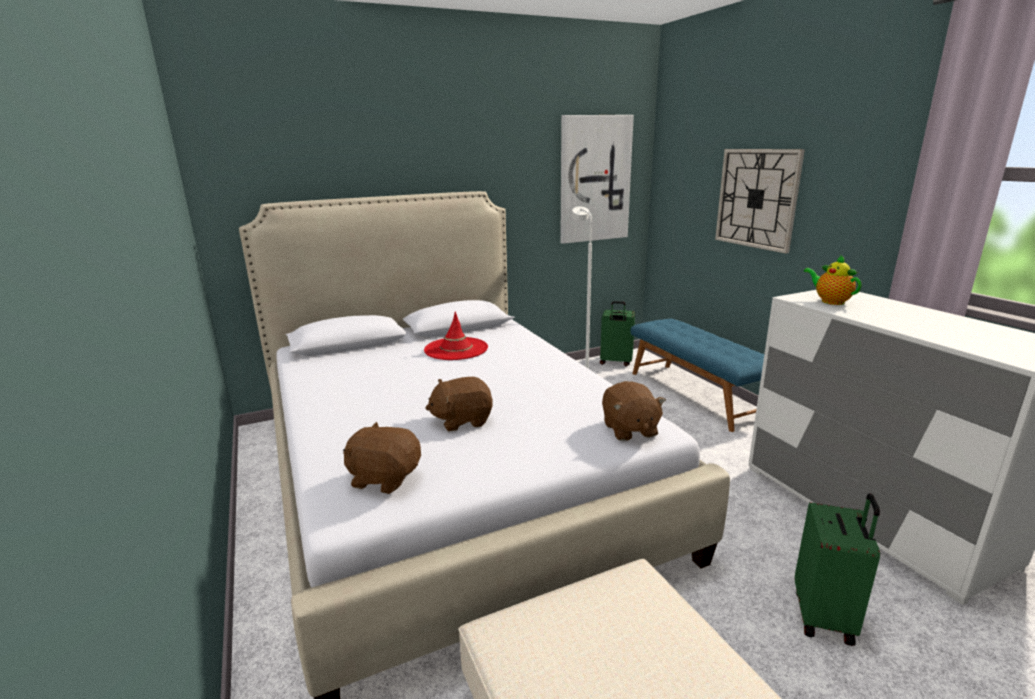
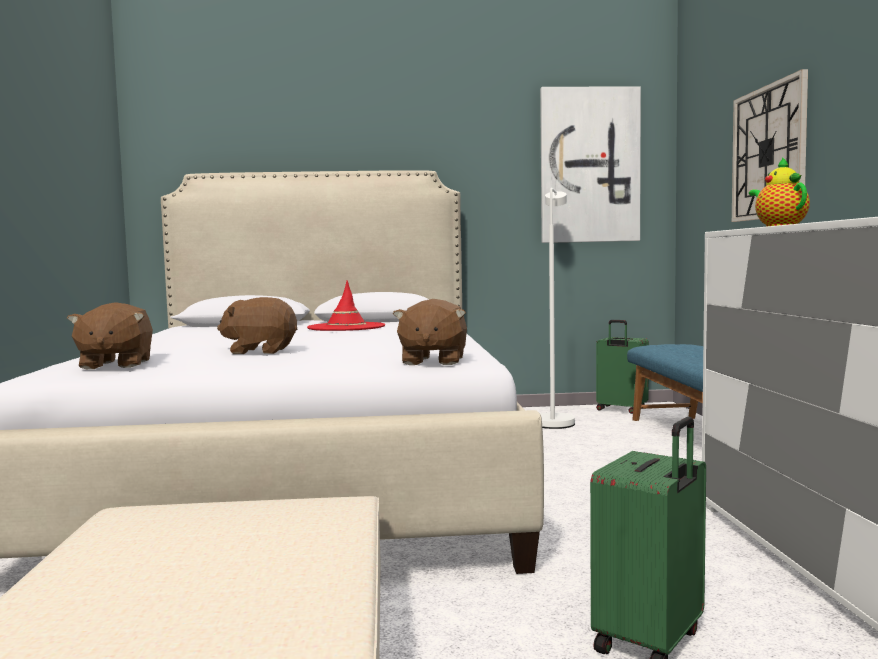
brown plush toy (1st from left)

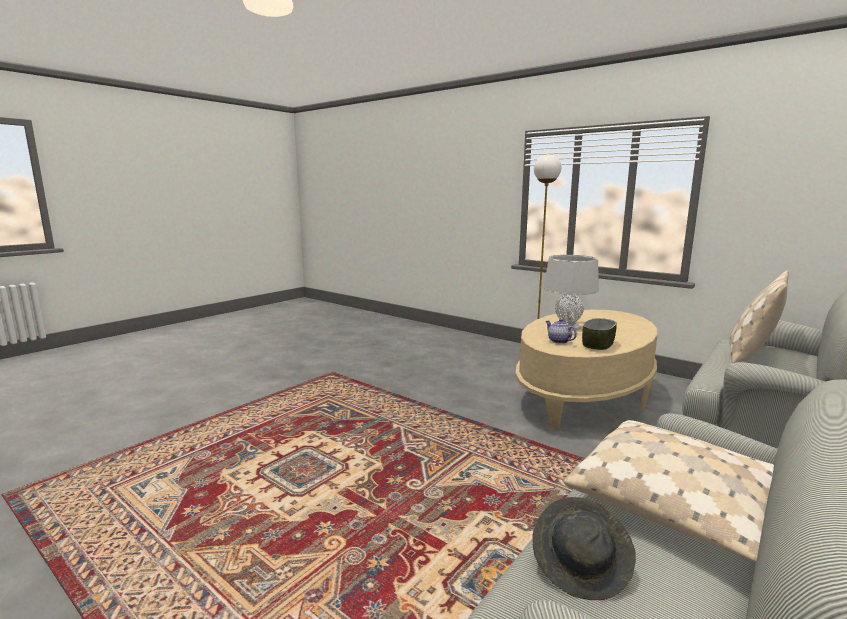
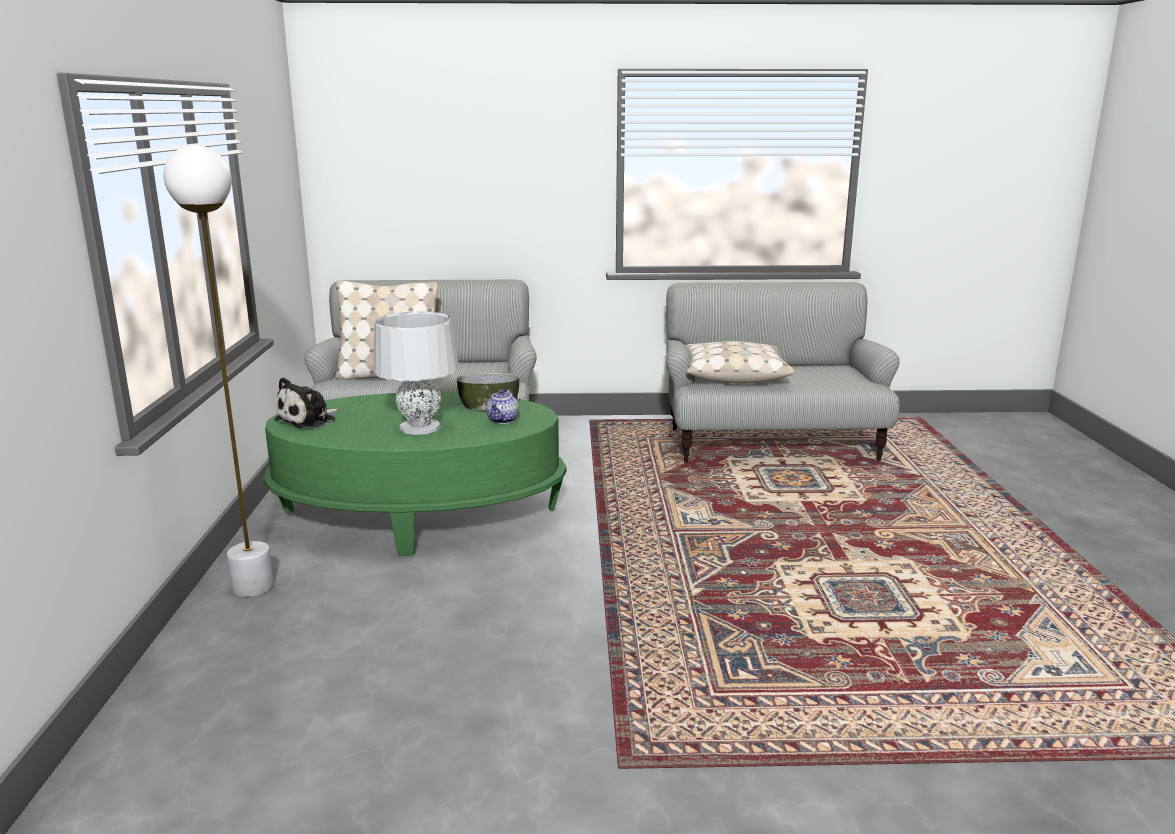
green coffee table
plush toy
grey hat

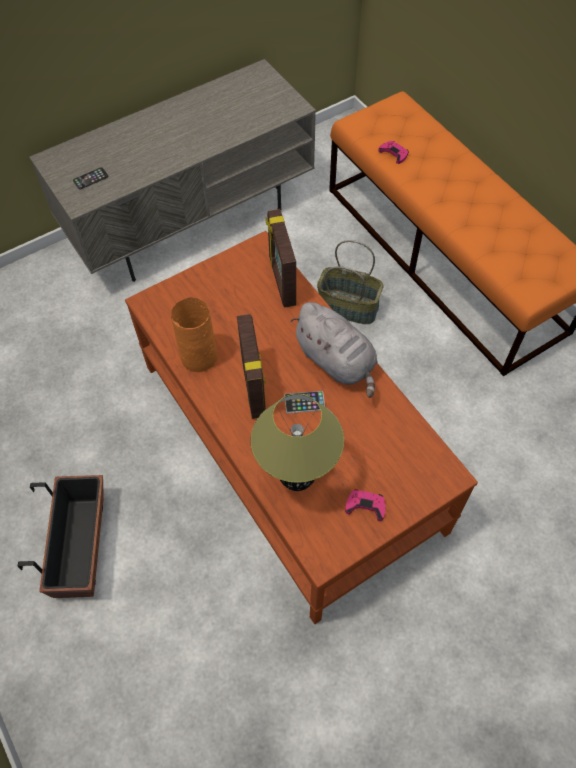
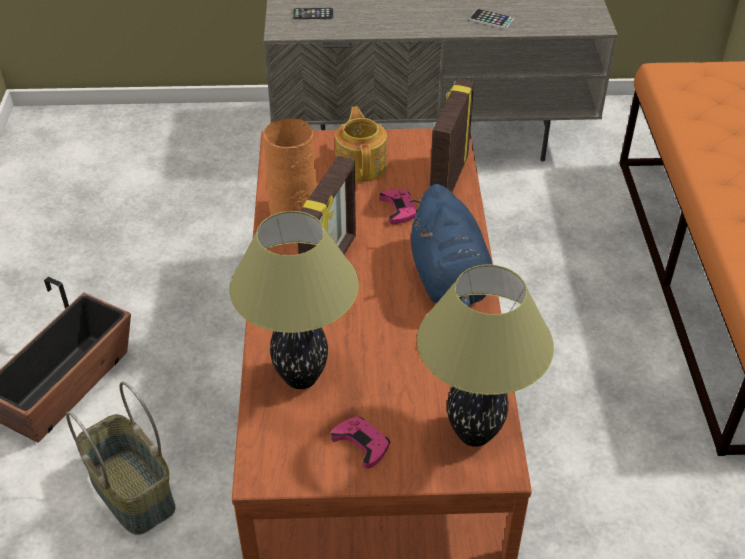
basket
teapot
pink game controller (2nd from left)
blue plush toy
table lamp (2nd from left)
phone (2nd from left)

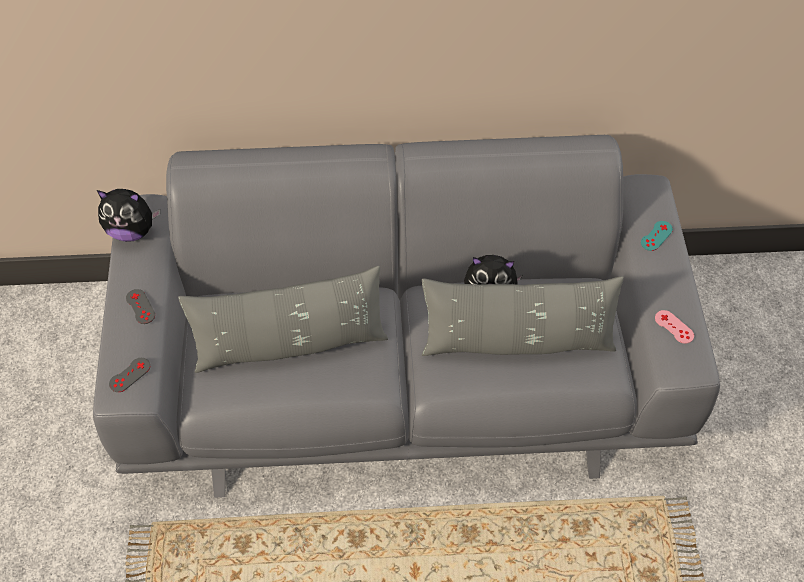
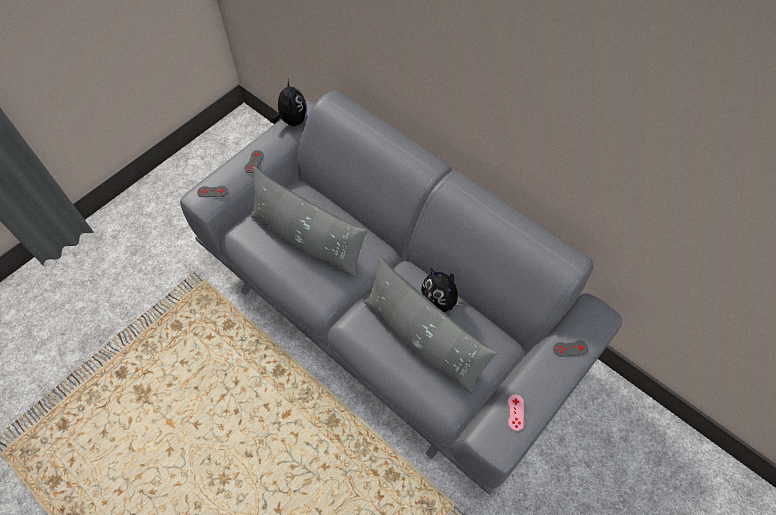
plush toy (1st from left)
grey game controller (3rd from left)

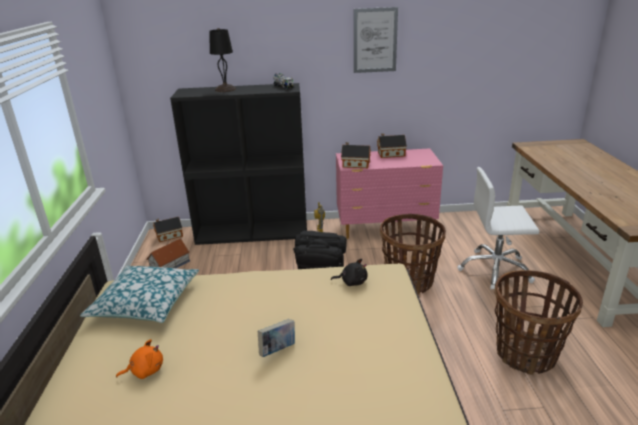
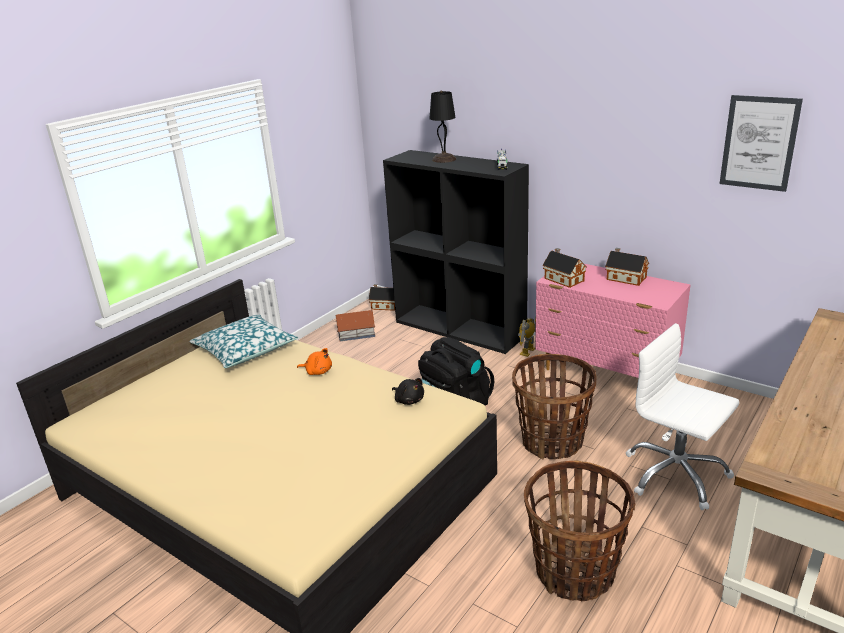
orange plush toy
picture
book

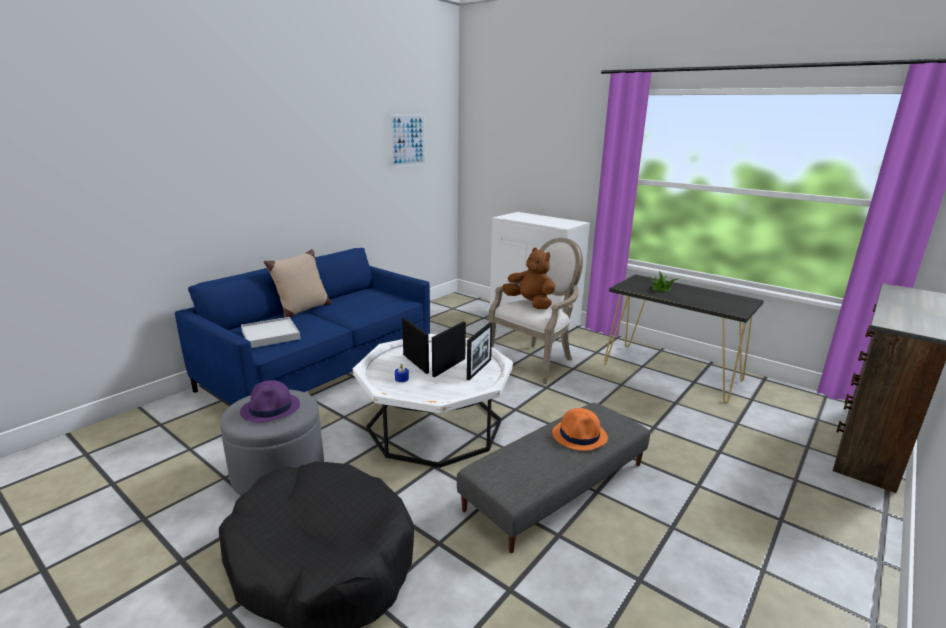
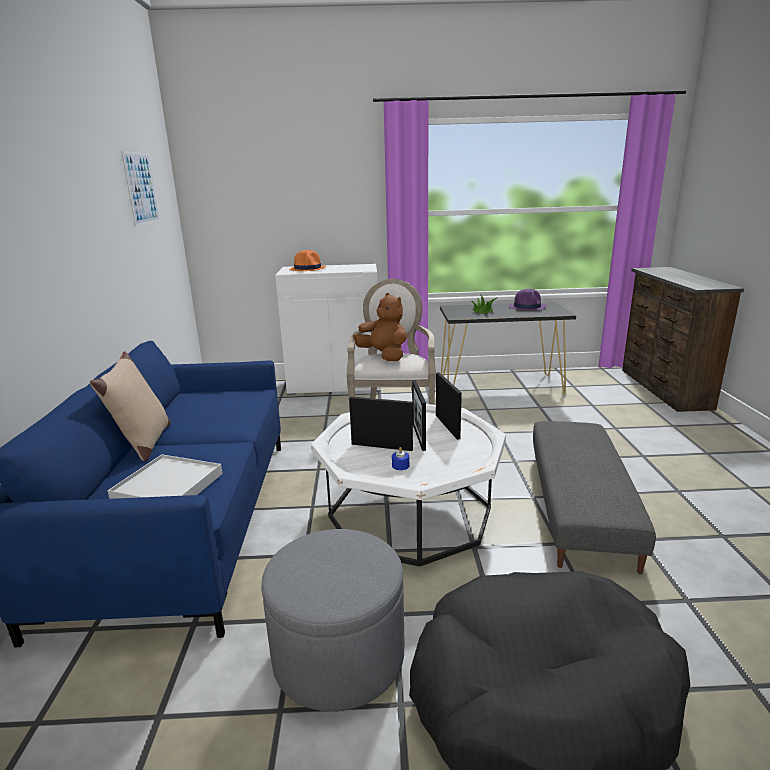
orange hat
brown plush toy
purple hat

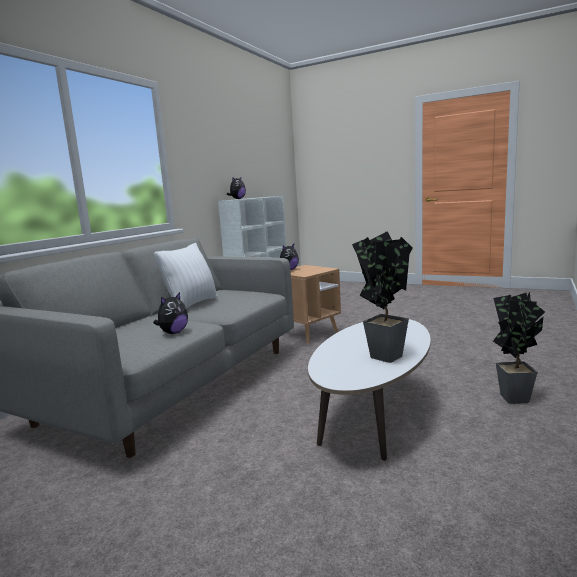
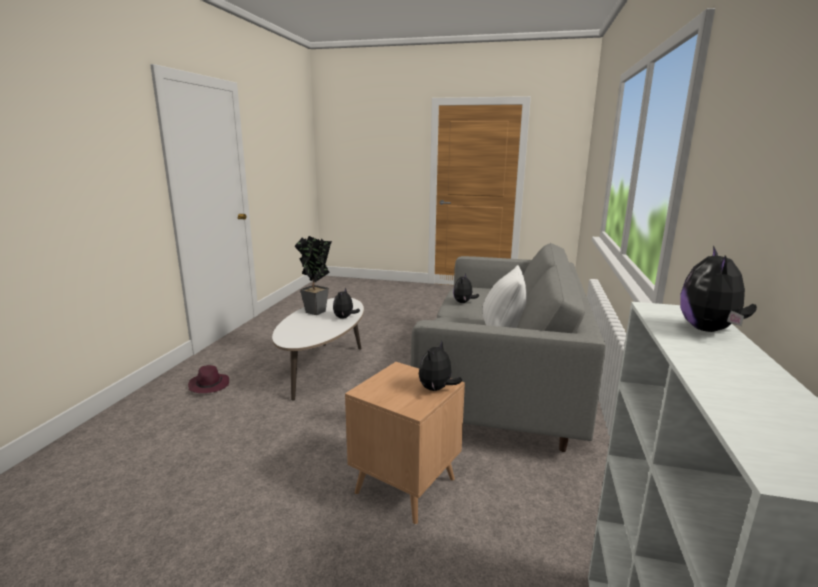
purple hat
plush toy (1st from left)

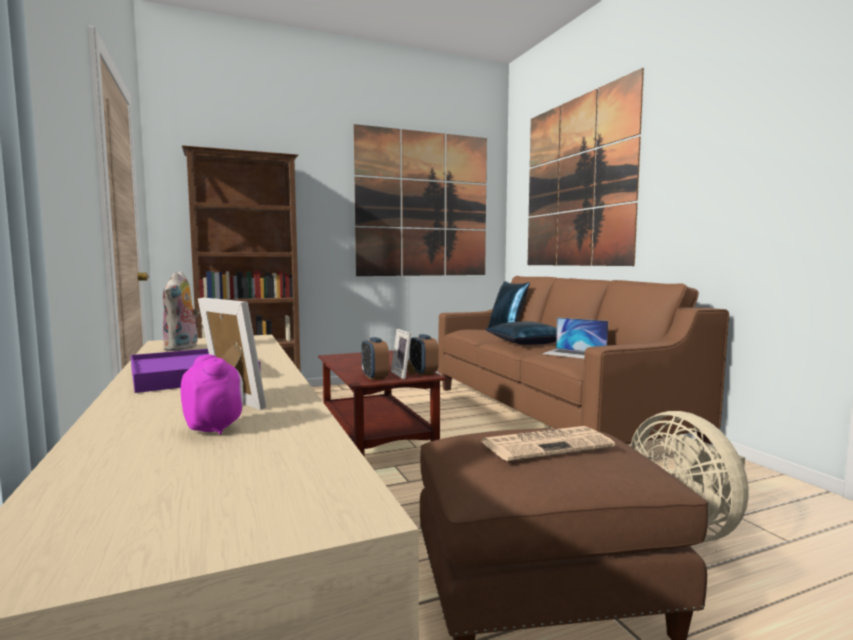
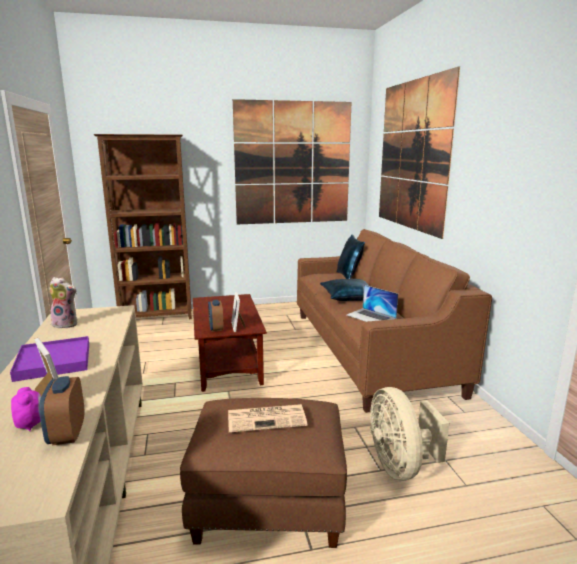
alarm clock (2nd from left)
plush toy

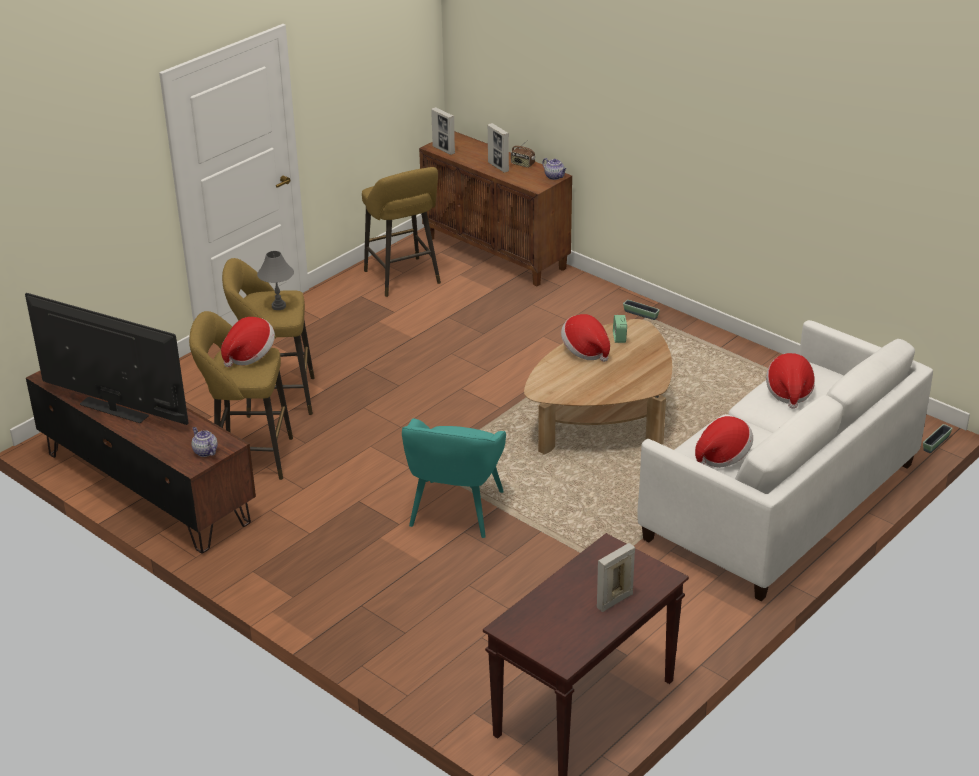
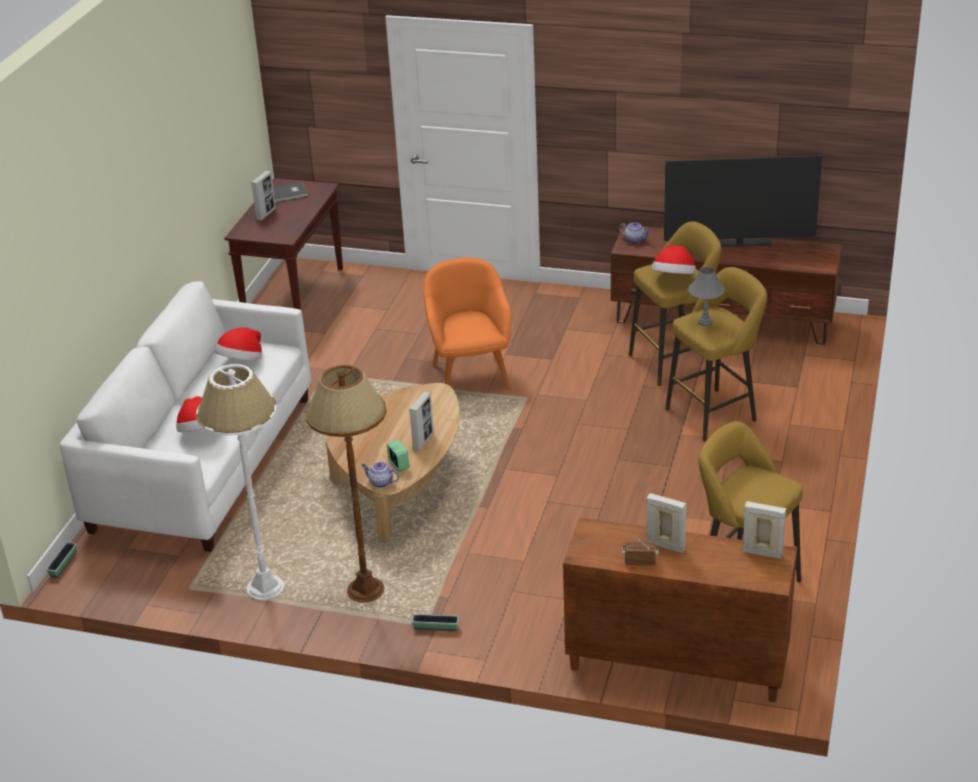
white floor lamp
grey book
brown floor lamp
teapot (1st from left)
picture frame (2nd from left)
orange armchair

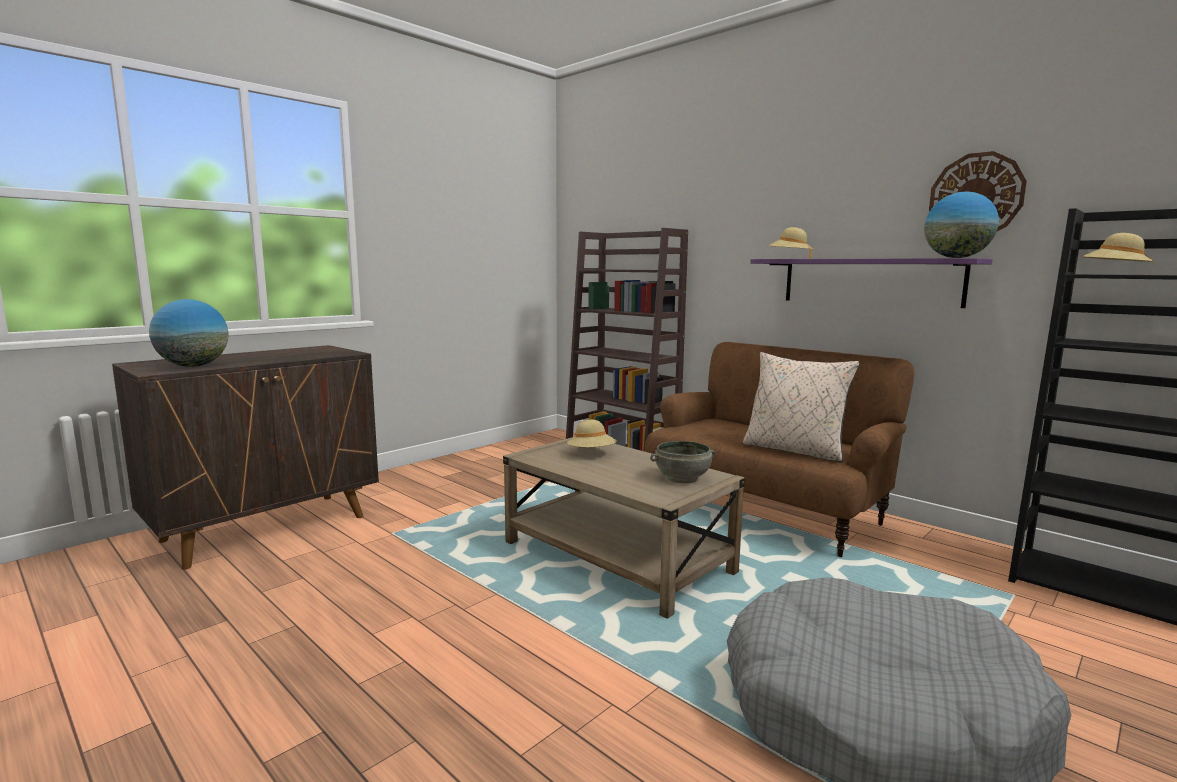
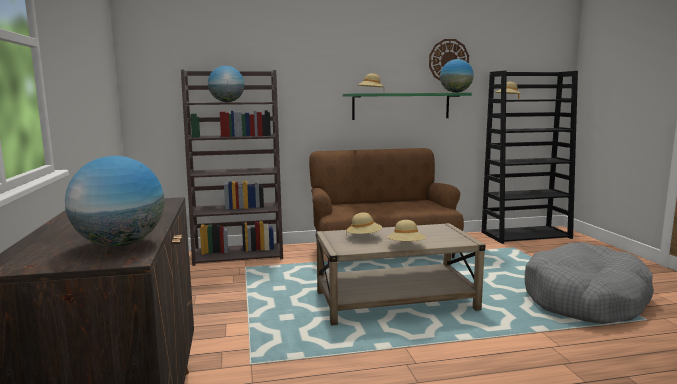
globe (2nd from left)
green shelf
beige hat (3rd from left)
grey bowl
beige pillow

